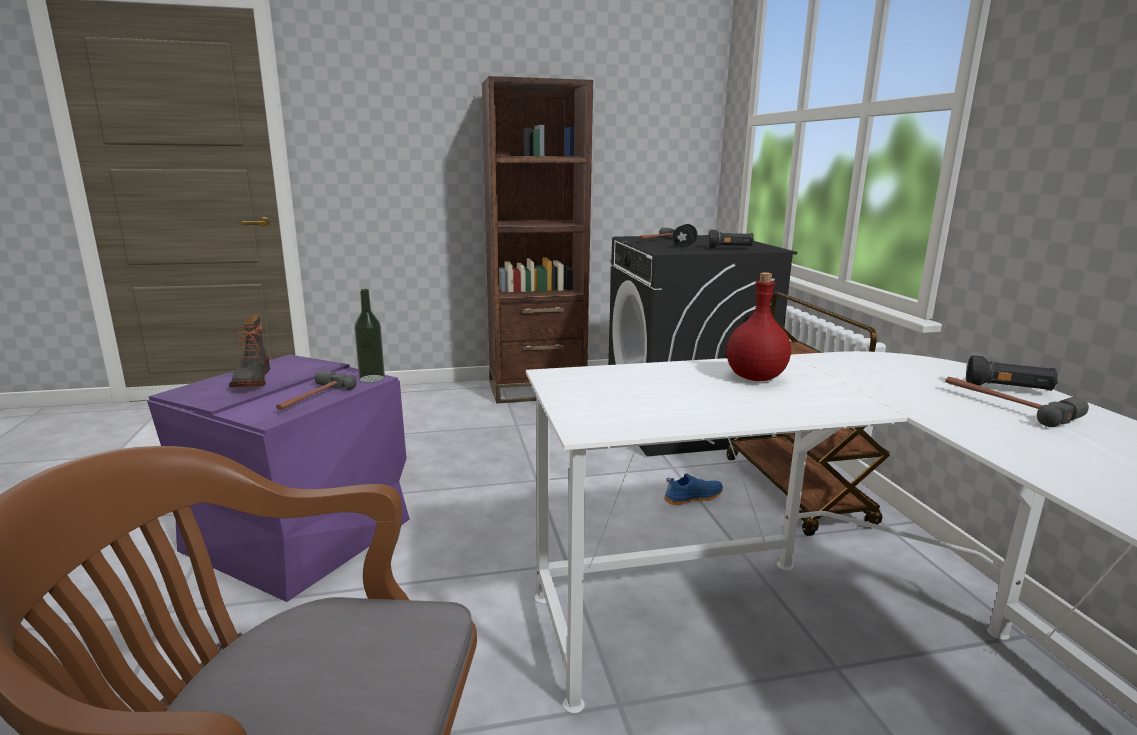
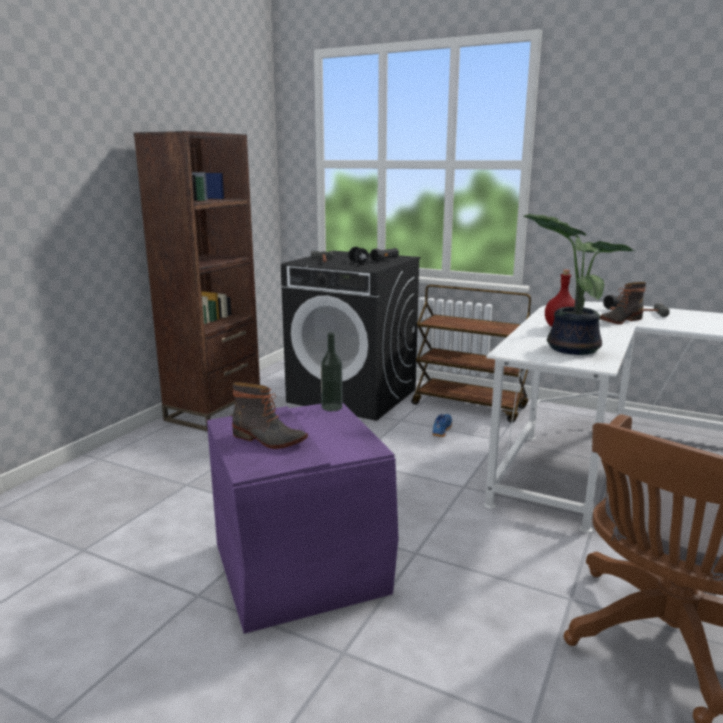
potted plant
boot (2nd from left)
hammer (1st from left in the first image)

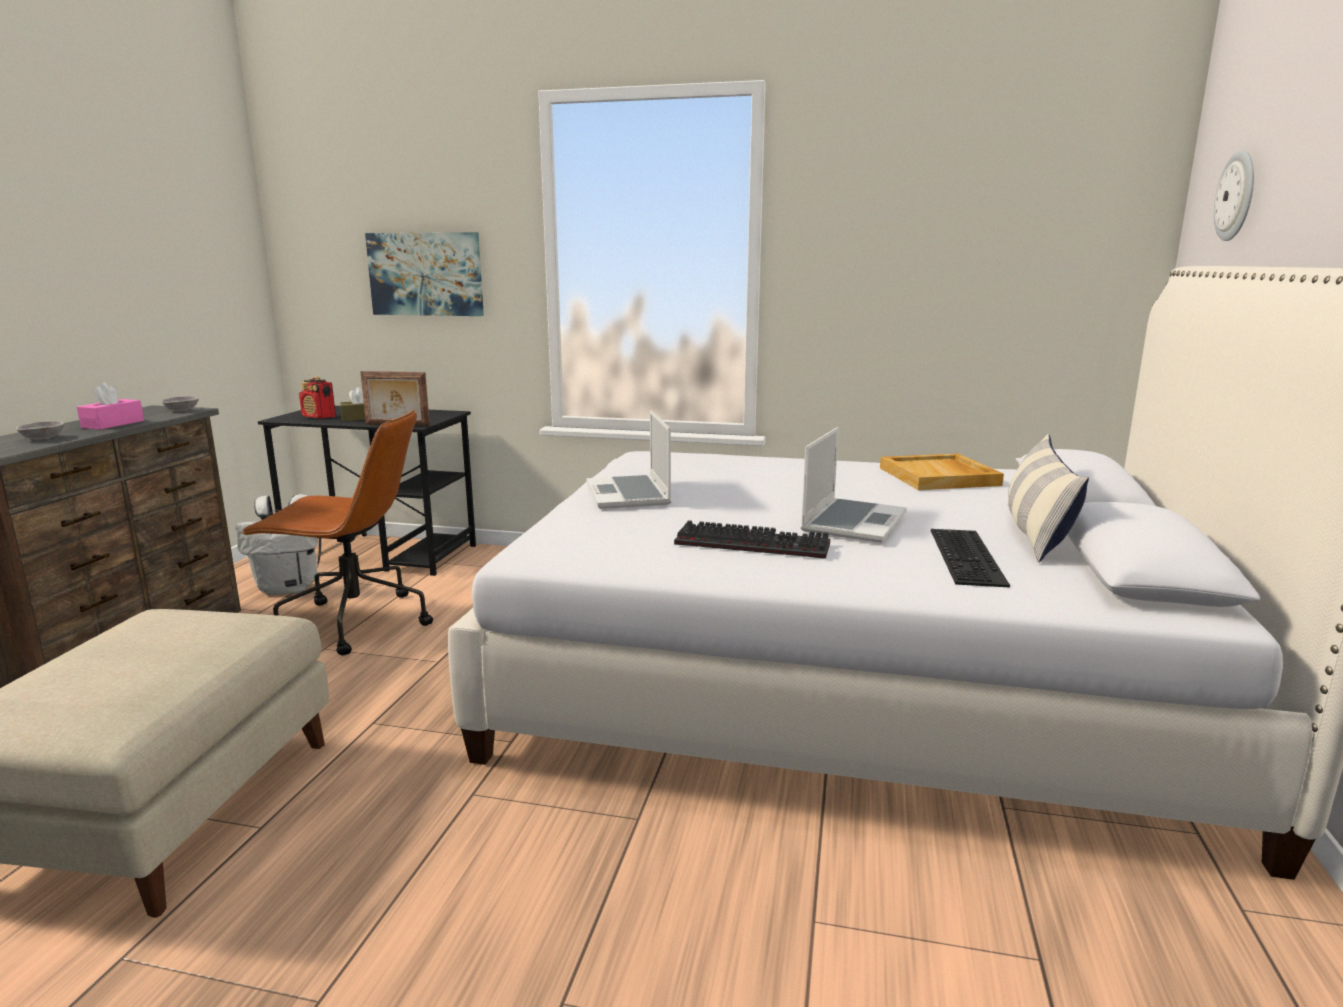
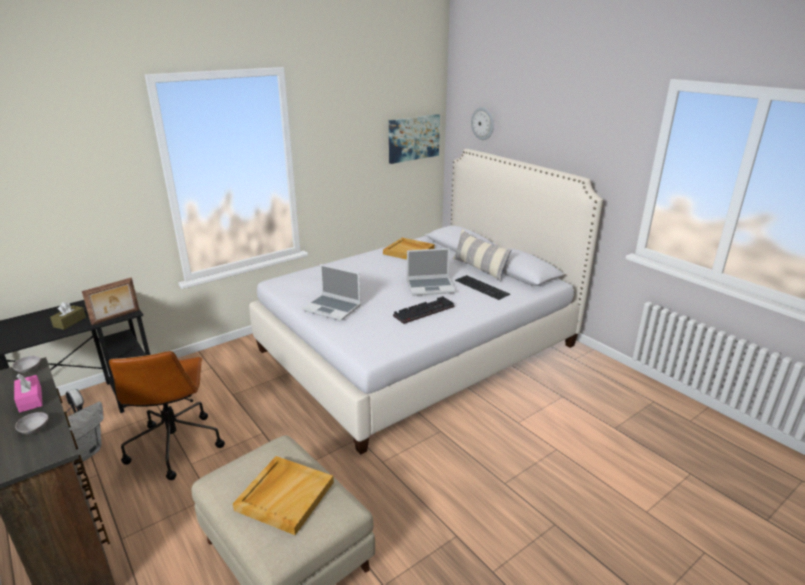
brown office chair
beige tray (1st from left)
picture
laptop (2nd from left)
radio

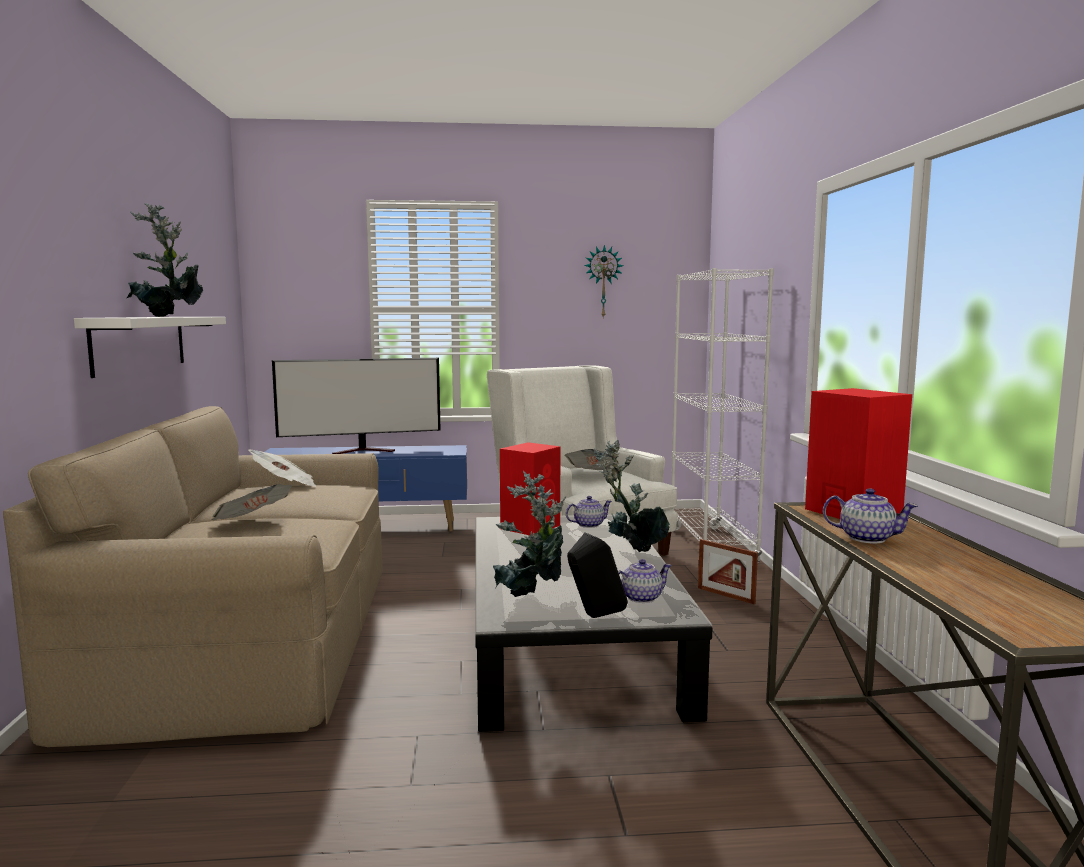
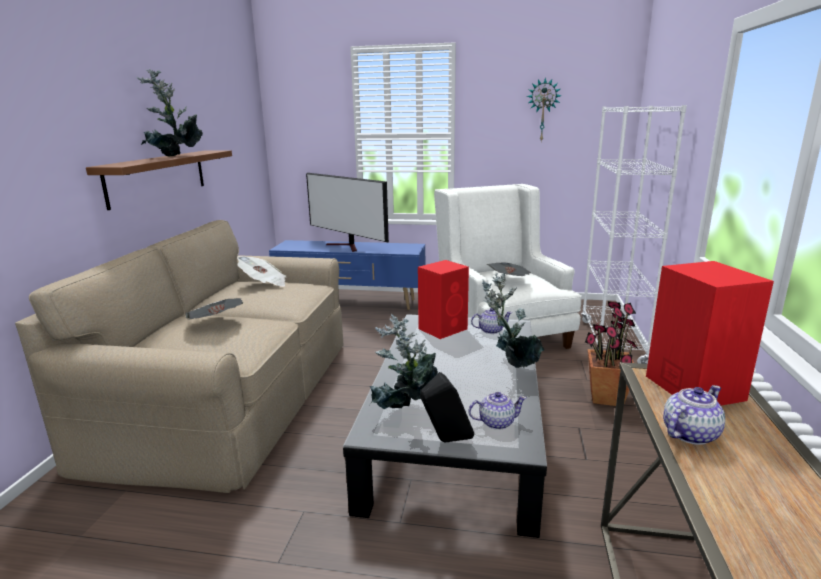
brown shelf
television
potted plant (4th from left)
teapot (3rd from left)

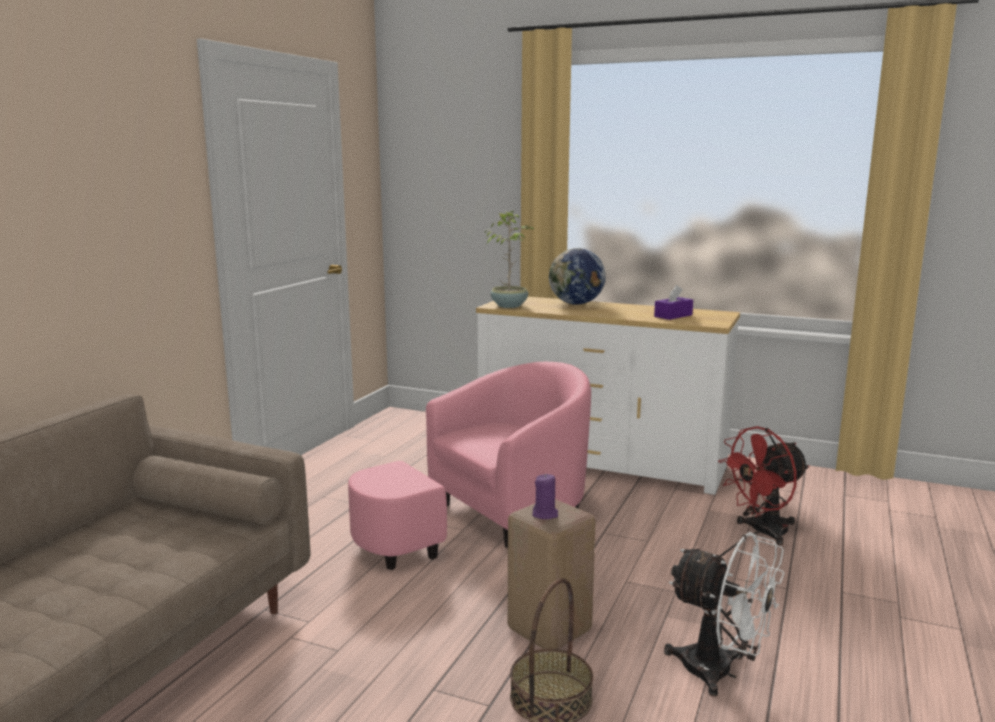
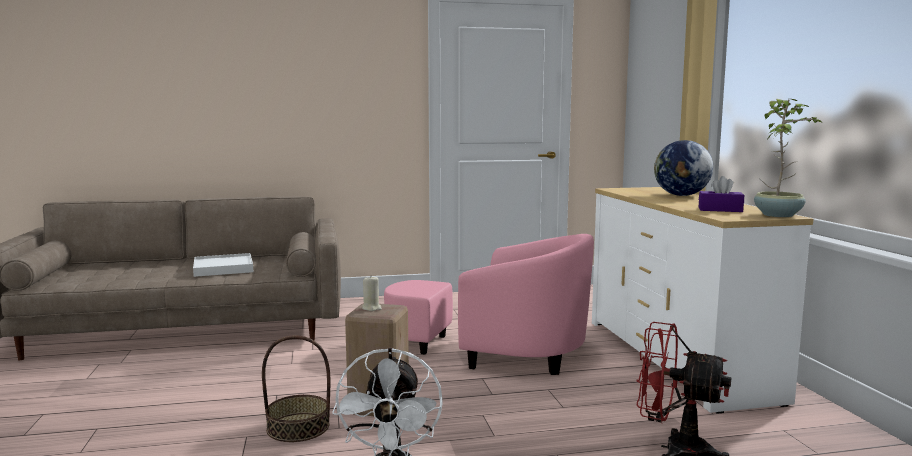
white tray
beige candle
potted plant

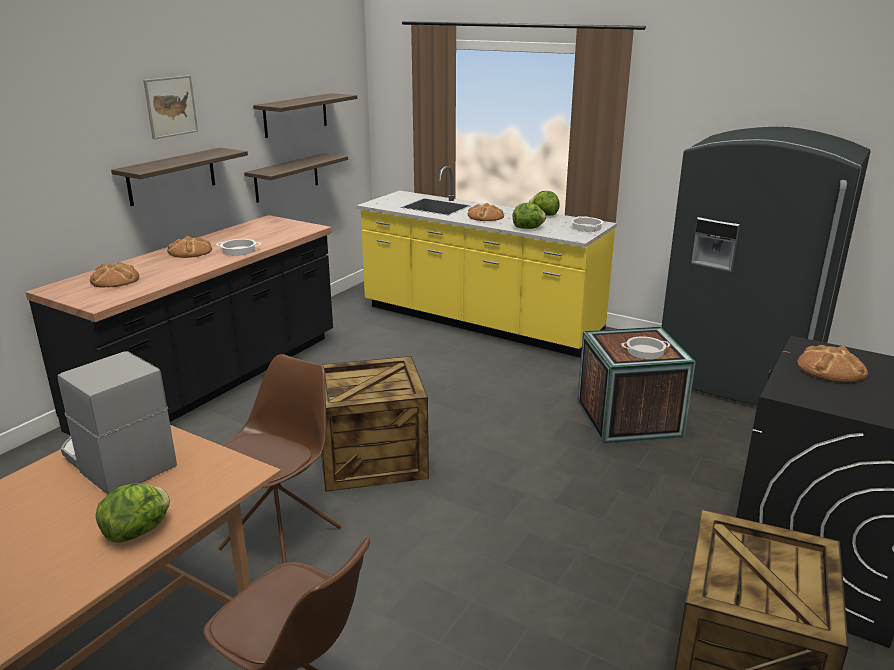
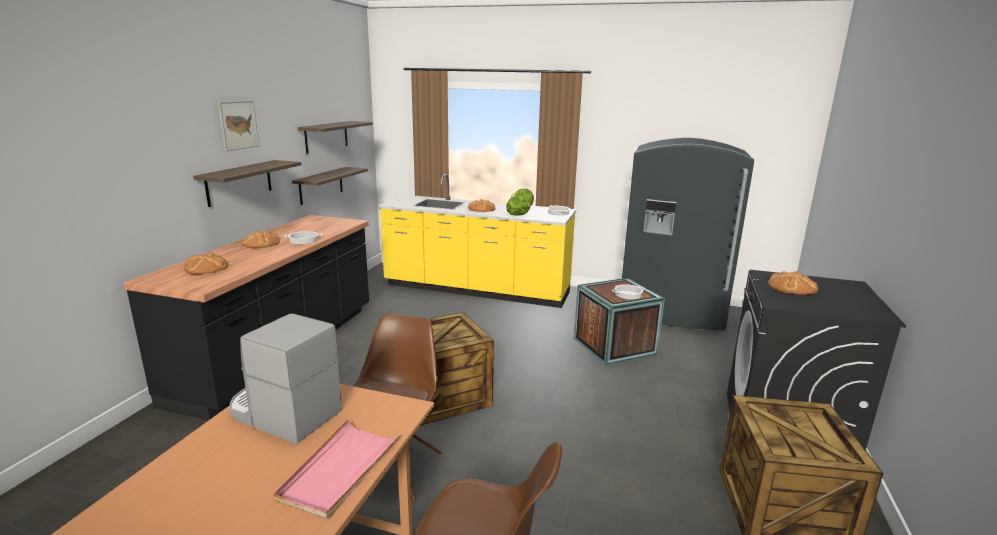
pink tray

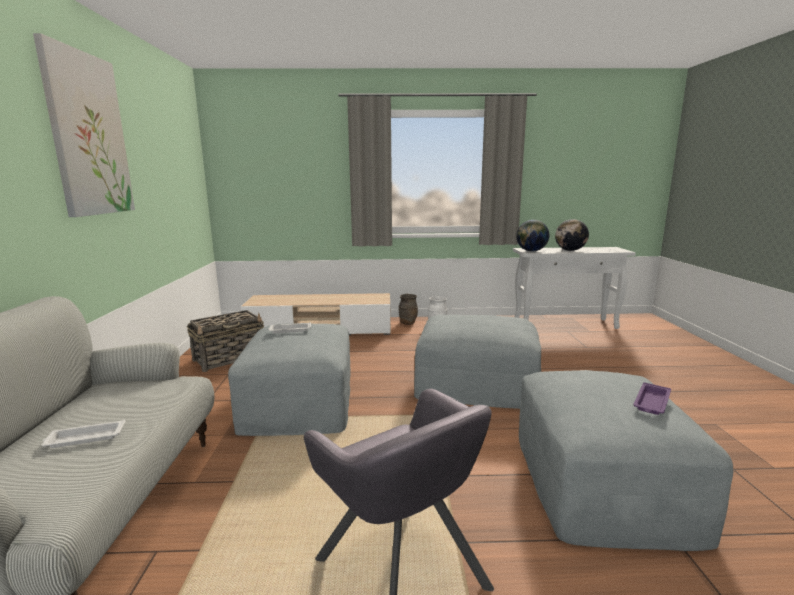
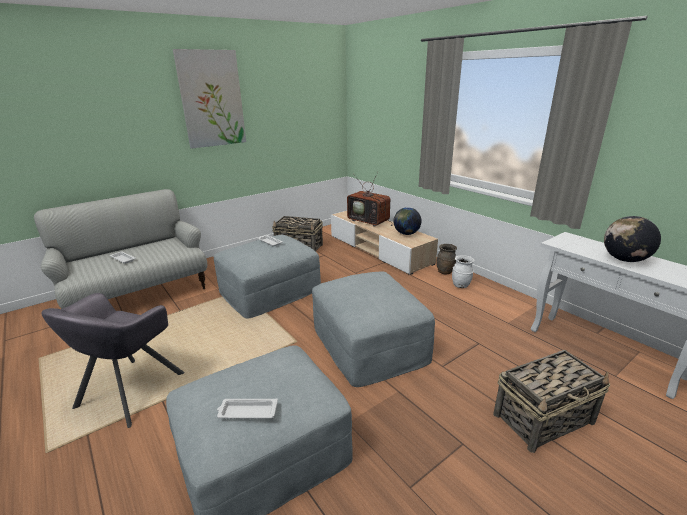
white tray (2nd from left)
television
globe (1st from left)
basket (2nd from left)

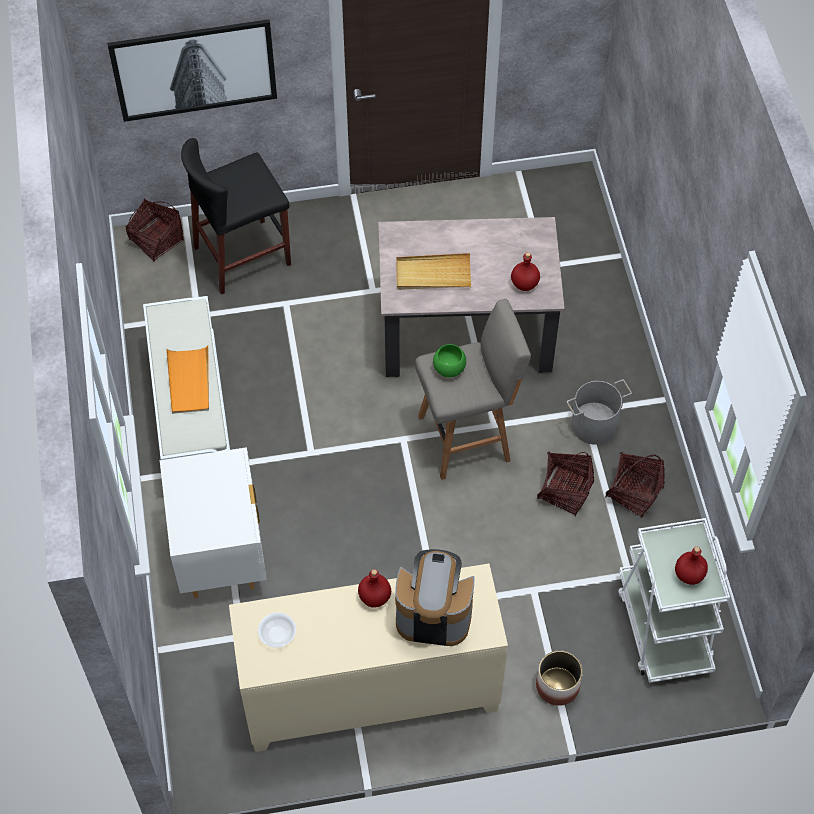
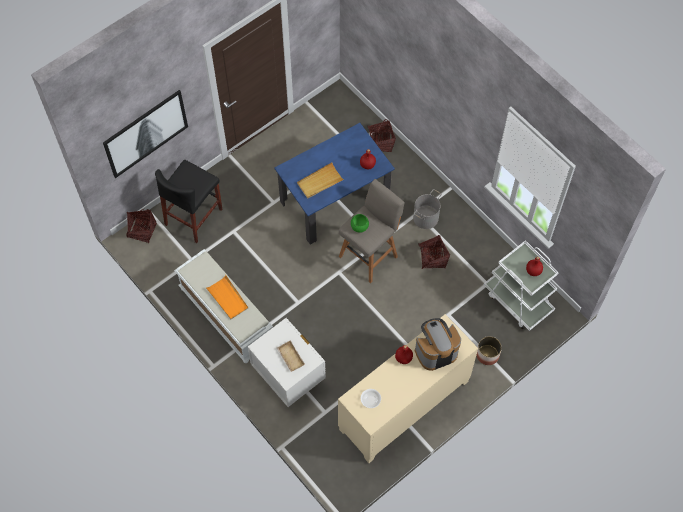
blue dining table
beige tray (1st from left)
basket (2nd from left)

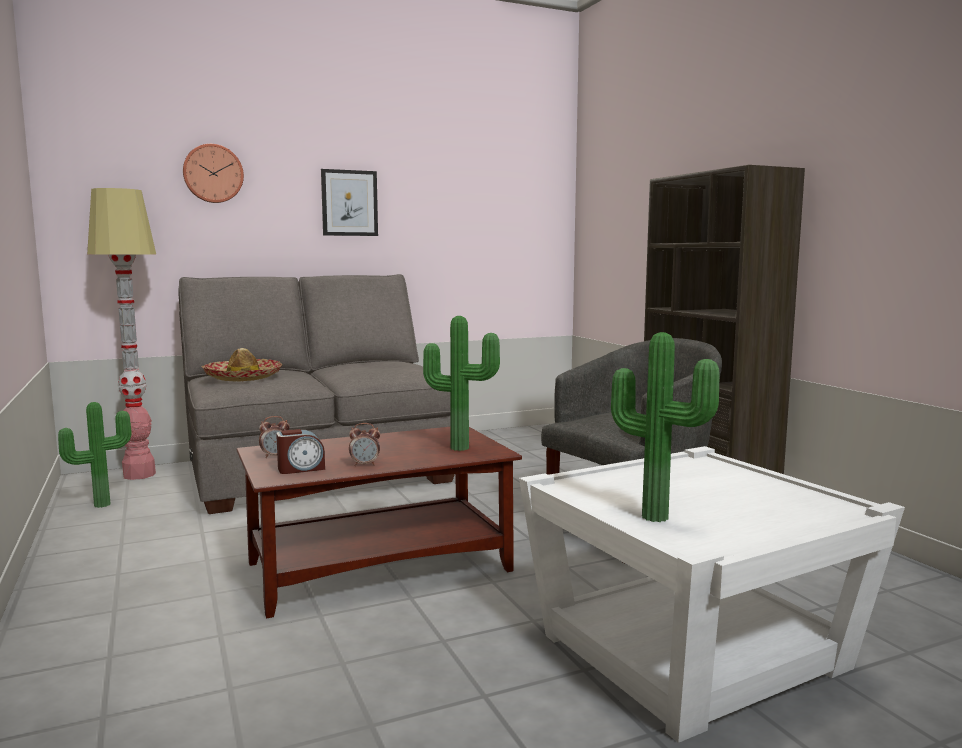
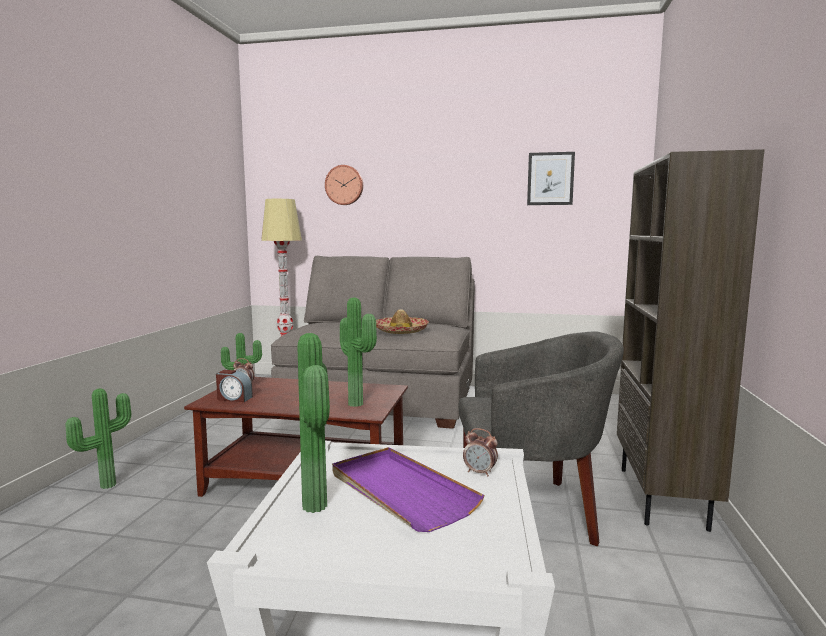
potted plant (1st from left)
purple tray
hat
alarm clock (3rd from left)
picture

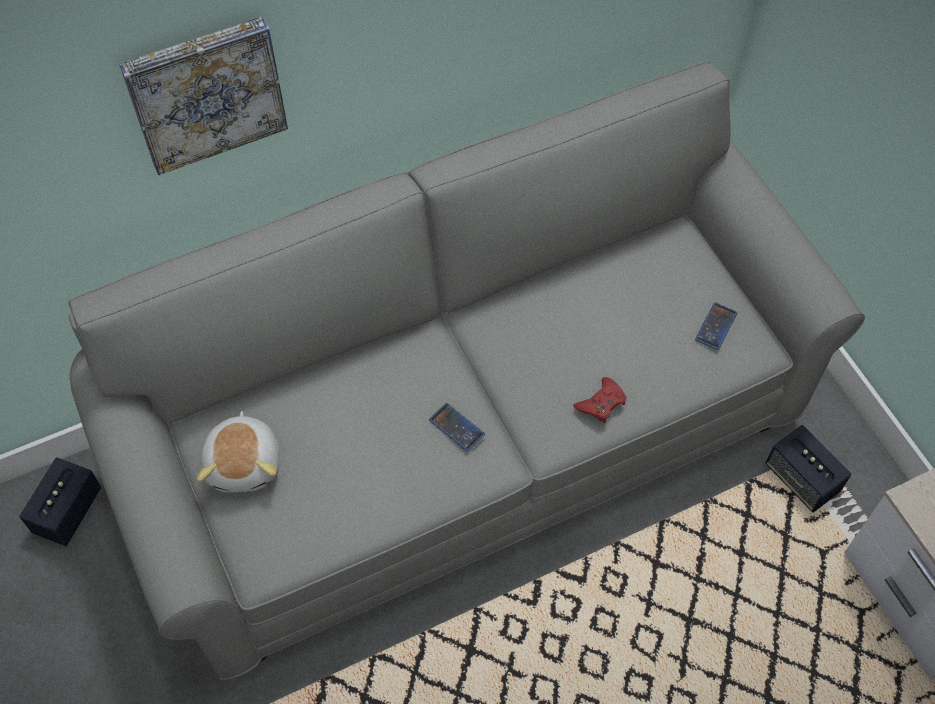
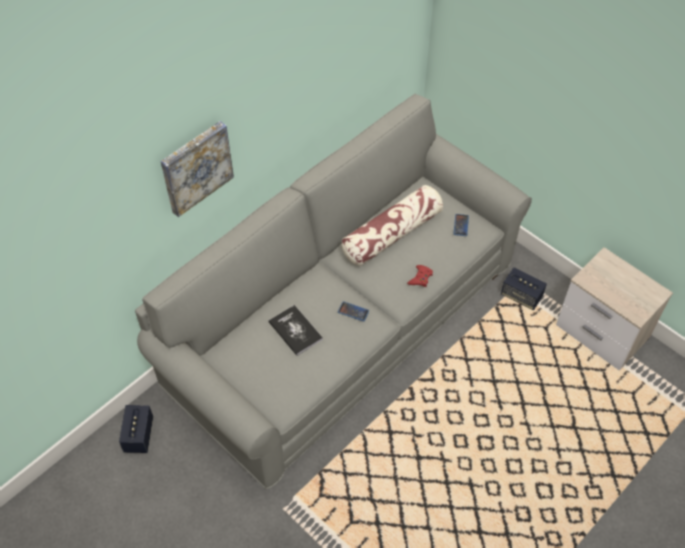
book
pillow
plush toy

